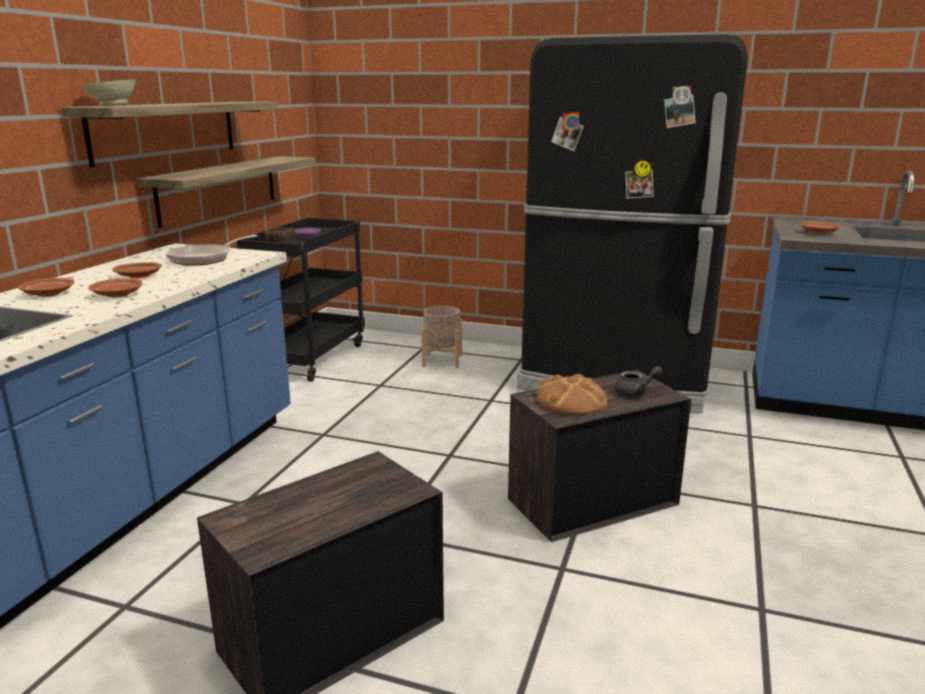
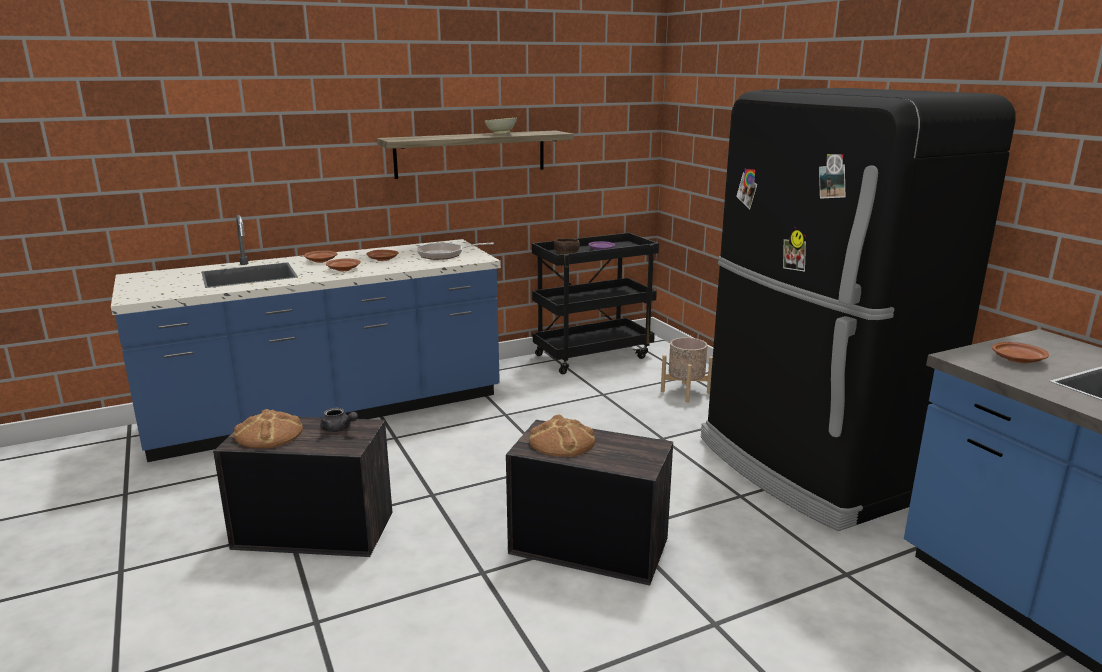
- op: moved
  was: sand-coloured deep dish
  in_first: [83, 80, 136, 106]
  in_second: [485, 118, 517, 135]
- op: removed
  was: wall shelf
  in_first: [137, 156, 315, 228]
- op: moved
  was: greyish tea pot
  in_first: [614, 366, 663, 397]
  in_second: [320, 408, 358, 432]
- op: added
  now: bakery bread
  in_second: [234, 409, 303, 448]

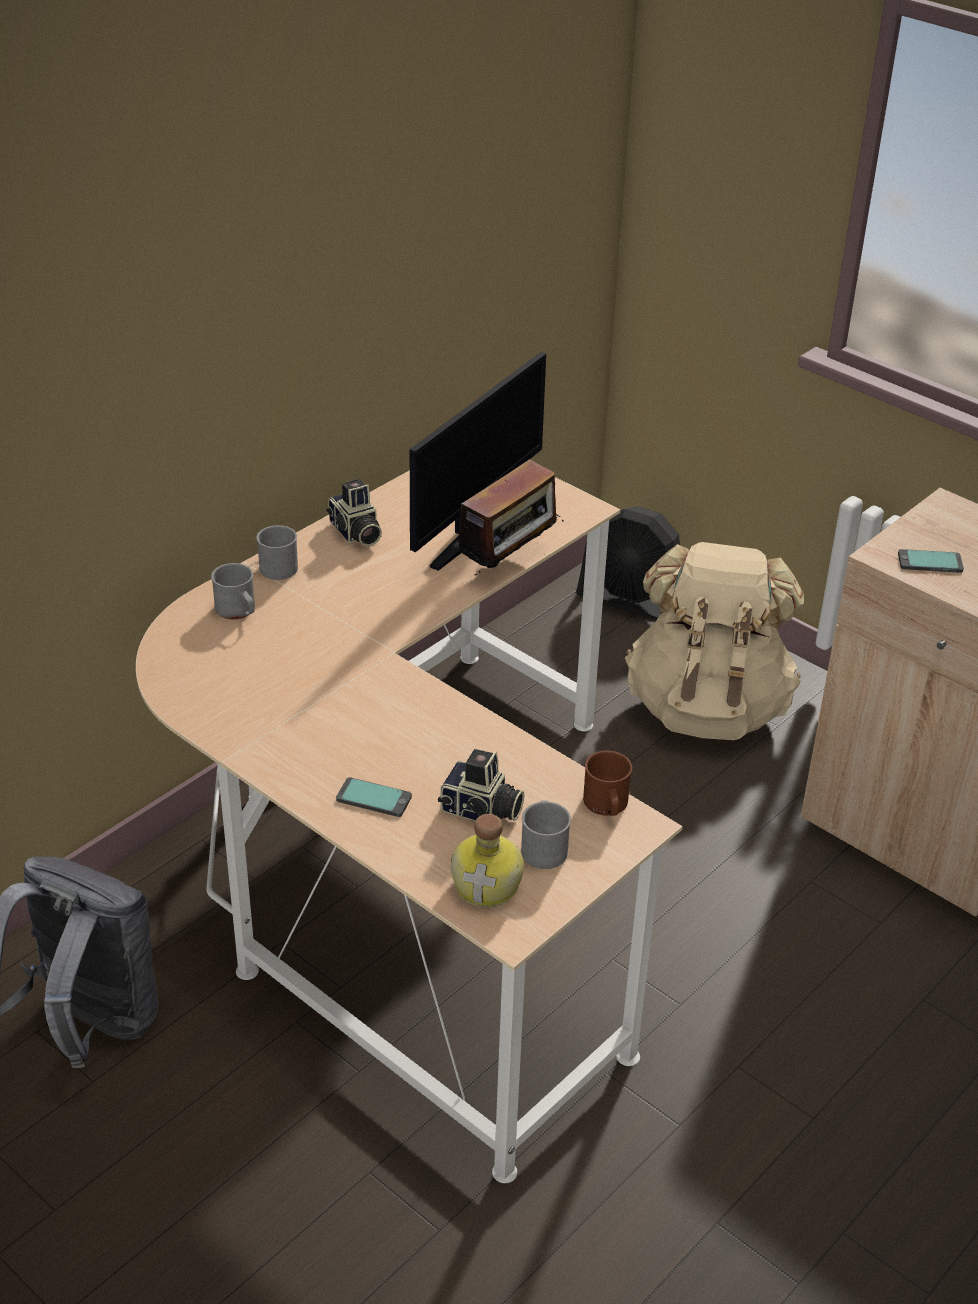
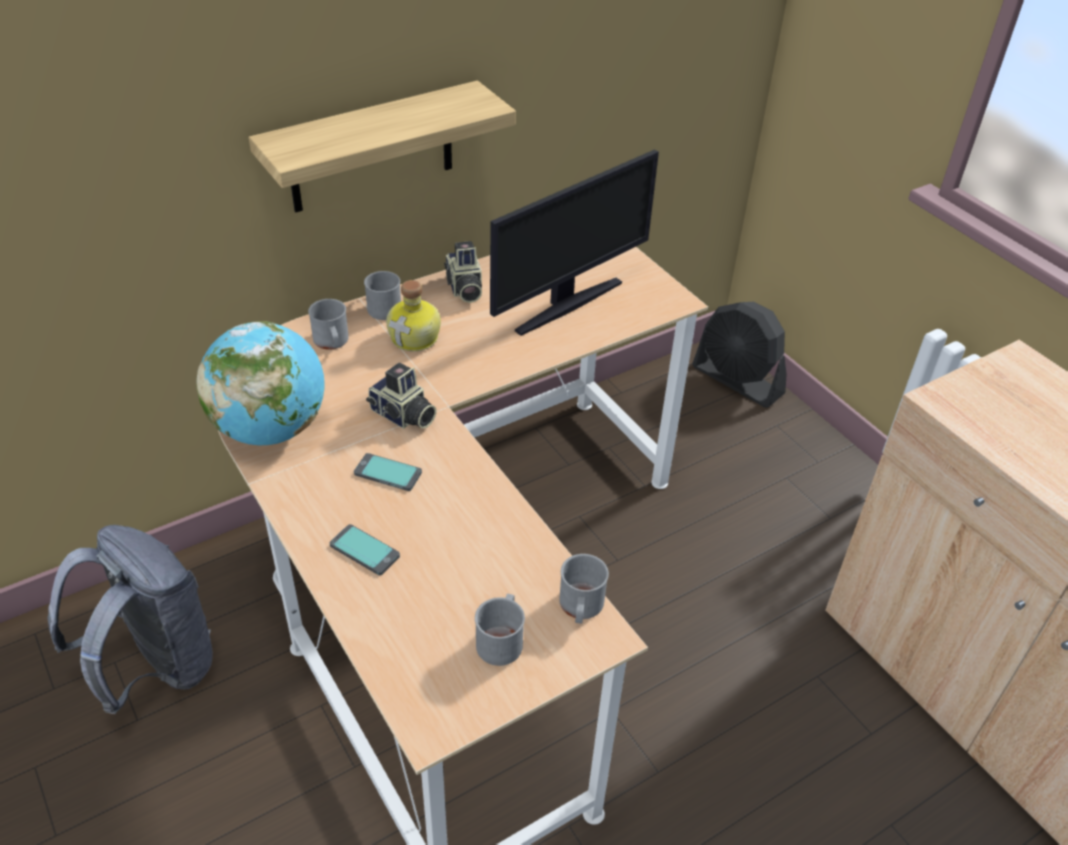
- op: removed
  was: radio
  in_first: [449, 459, 564, 575]
- op: removed
  was: sand-coloured knapsack
  in_first: [625, 542, 804, 740]
- op: moved
  was: handset
  in_first: [898, 549, 964, 573]
  in_second: [354, 453, 422, 491]
- op: moved
  was: still camera
  in_first: [438, 749, 524, 821]
  in_second: [366, 363, 437, 429]
- op: recoloured
  was: brownish tea mug
  now: greyish tea mug
  in_first: [583, 751, 632, 816]
  in_second: [559, 554, 609, 623]
- op: moved
  was: drink bottle
  in_first: [451, 814, 524, 907]
  in_second: [386, 280, 441, 351]
- op: added
  now: wall shelf
  in_second: [249, 81, 516, 212]
- op: added
  now: globe
  in_second: [197, 321, 325, 445]

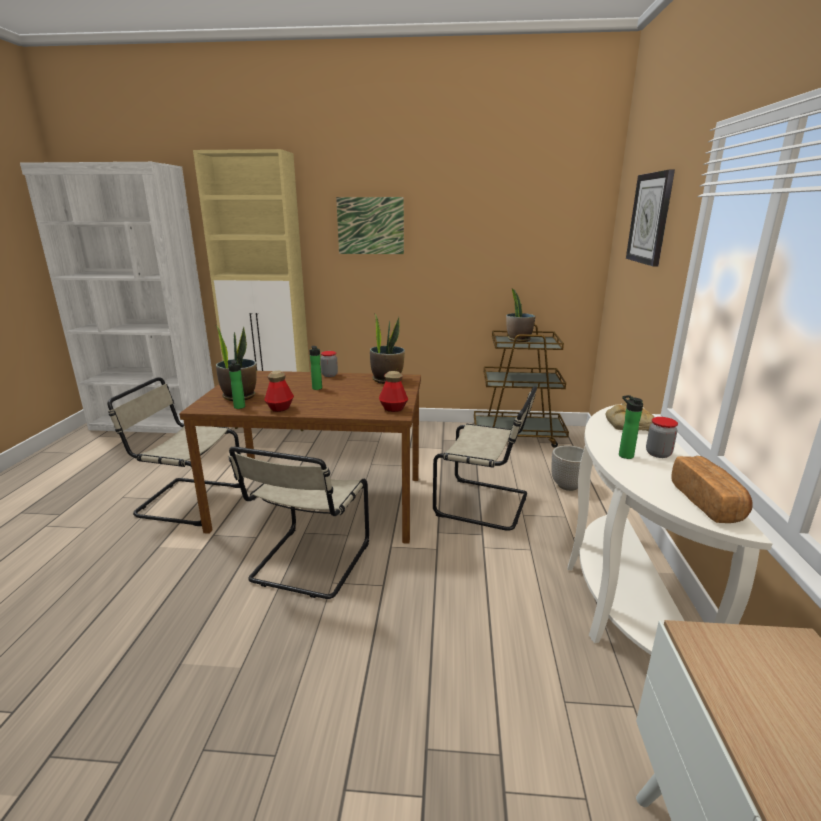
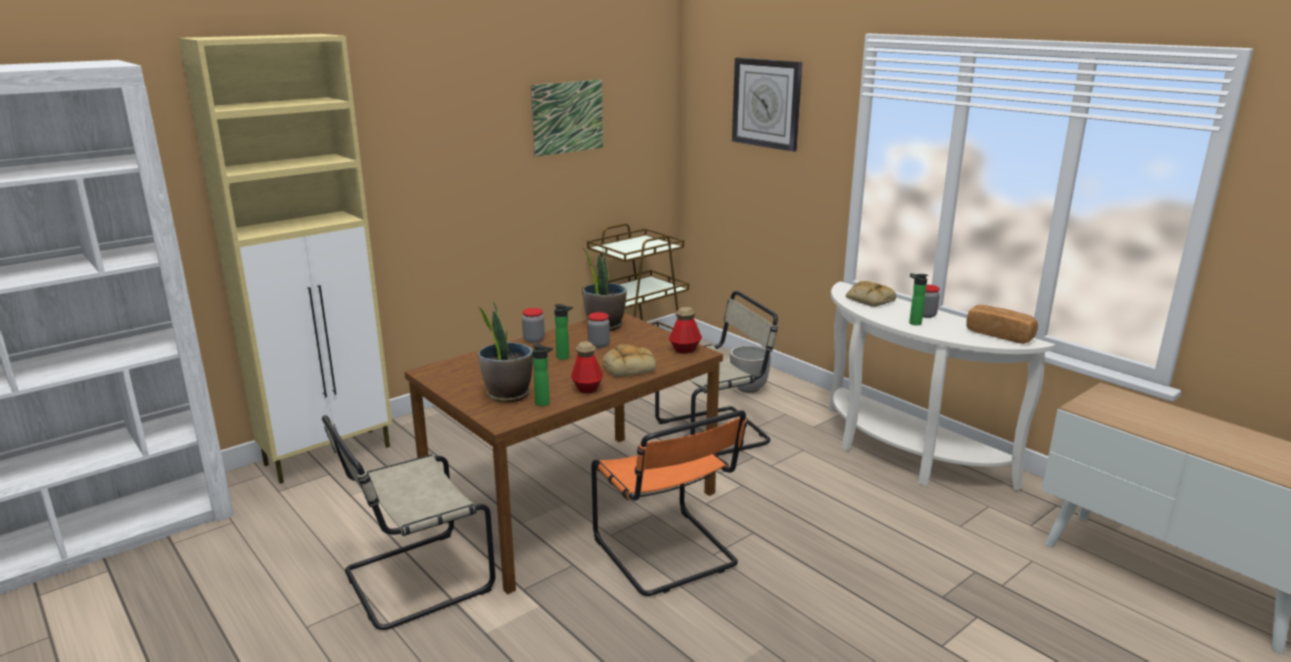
- op: moved
  was: picture
  in_first: [336, 197, 404, 254]
  in_second: [530, 80, 603, 157]
- op: removed
  was: potted plant
  in_first: [506, 288, 535, 342]
- op: recoloured
  was: sand-coloured plain chair
  now: orange plain chair
  in_first: [229, 447, 369, 599]
  in_second: [591, 410, 747, 596]
- op: added
  now: storage jar
  in_second: [587, 312, 610, 348]
- op: added
  now: bakery bread
  in_second: [603, 344, 656, 377]

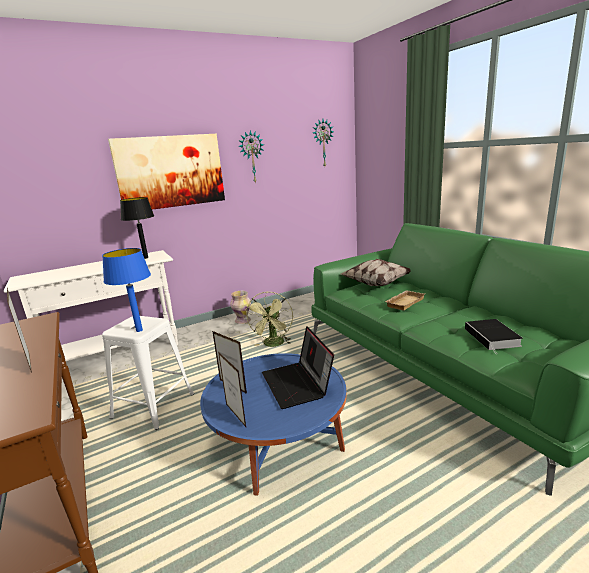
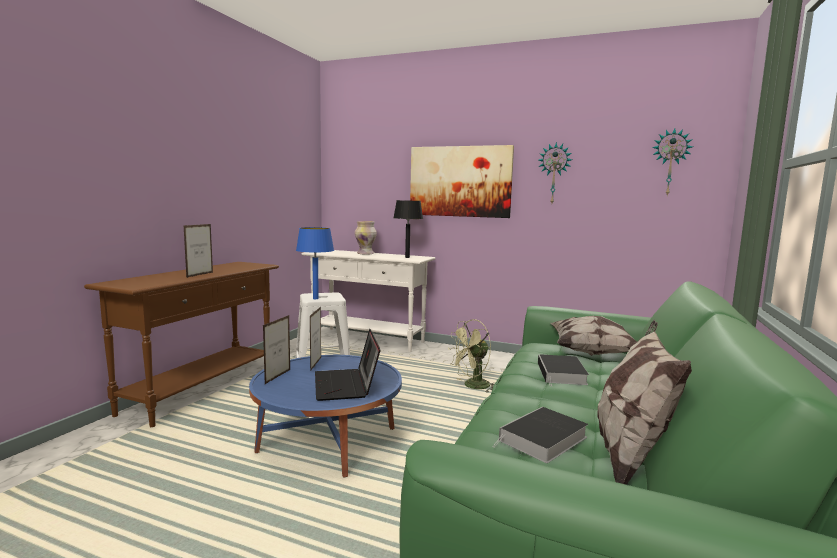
- op: replaced
  was: sand-coloured serving tray
  now: book
  in_first: [384, 290, 425, 310]
  in_second: [538, 354, 589, 387]
- op: moved
  was: vase
  in_first: [230, 291, 251, 324]
  in_second: [355, 221, 377, 255]
- op: turned
  was: notebook computer
  in_first: [262, 326, 334, 409]
  in_second: [315, 329, 380, 401]
  clockwise: -45
- op: added
  now: cushion
  in_second: [597, 320, 692, 485]

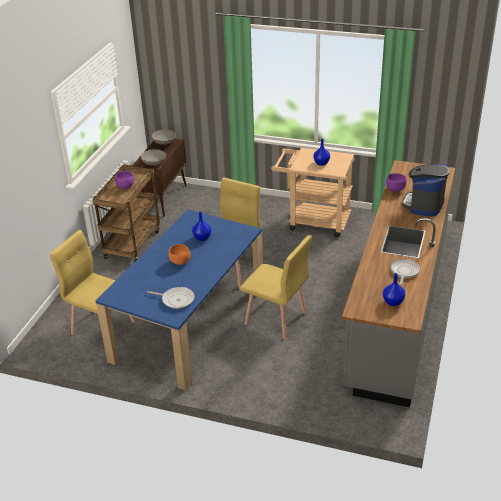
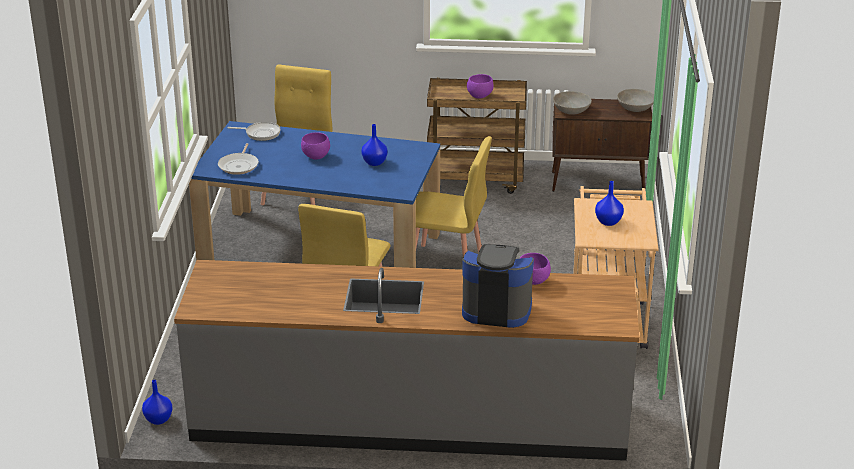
- op: recoloured
  was: orange deep dish
  now: purple deep dish
  in_first: [169, 244, 191, 265]
  in_second: [301, 132, 330, 160]
- op: moved
  was: skillet
  in_first: [391, 259, 420, 285]
  in_second: [228, 122, 281, 141]
- op: moved
  was: bluish vase
  in_first: [383, 273, 405, 306]
  in_second: [142, 380, 172, 425]

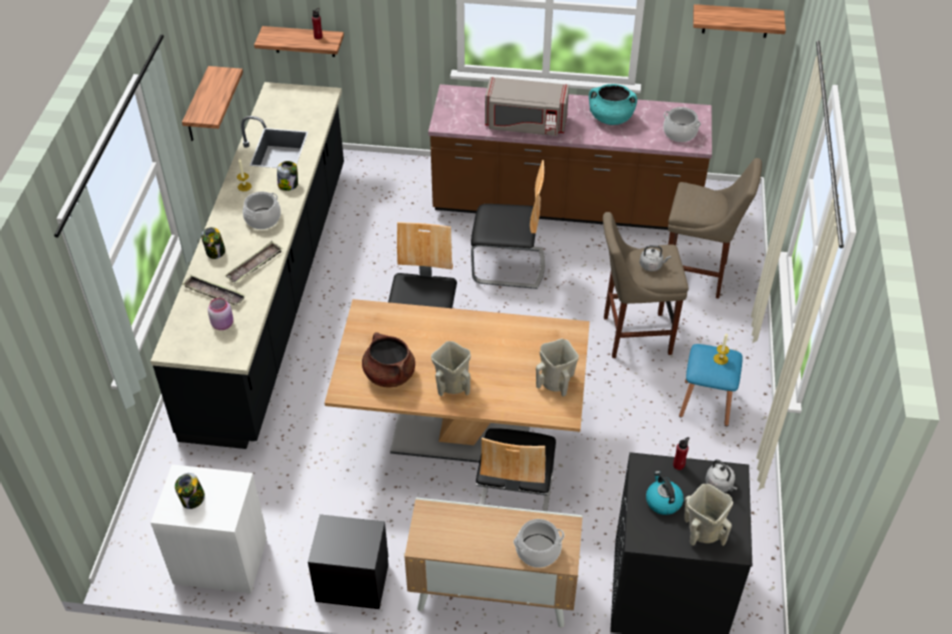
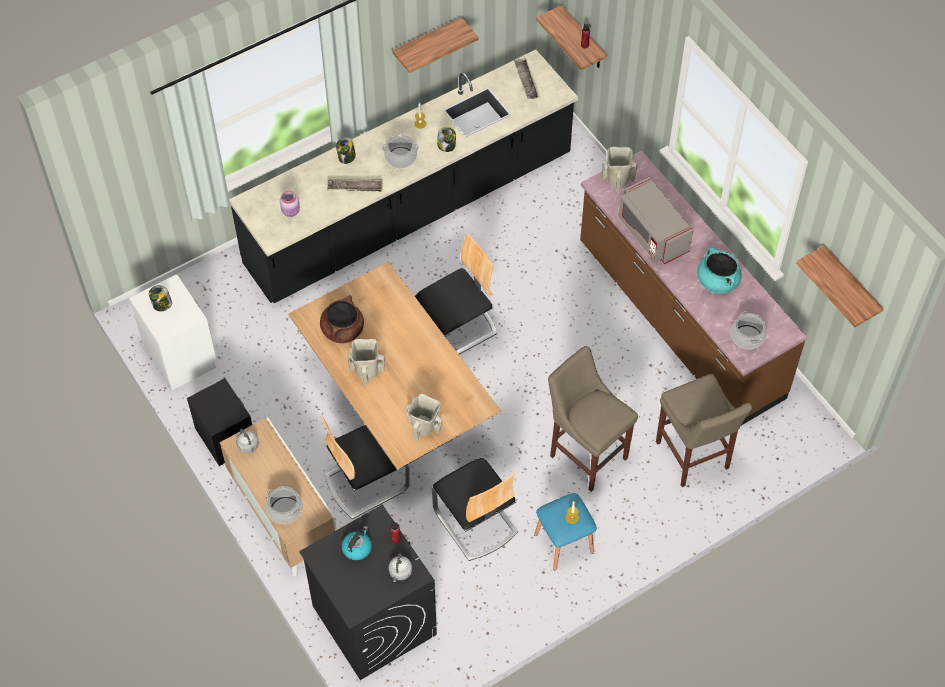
- op: moved
  was: plain chair
  in_first: [471, 160, 545, 289]
  in_second: [432, 458, 518, 561]
- op: moved
  was: greyish water kettle
  in_first: [640, 245, 671, 271]
  in_second: [236, 429, 259, 453]
- op: moved
  was: serving tray
  in_first: [182, 275, 246, 305]
  in_second: [514, 58, 540, 99]
- op: moved
  was: sand-coloured vase
  in_first: [684, 484, 733, 546]
  in_second: [602, 147, 638, 192]

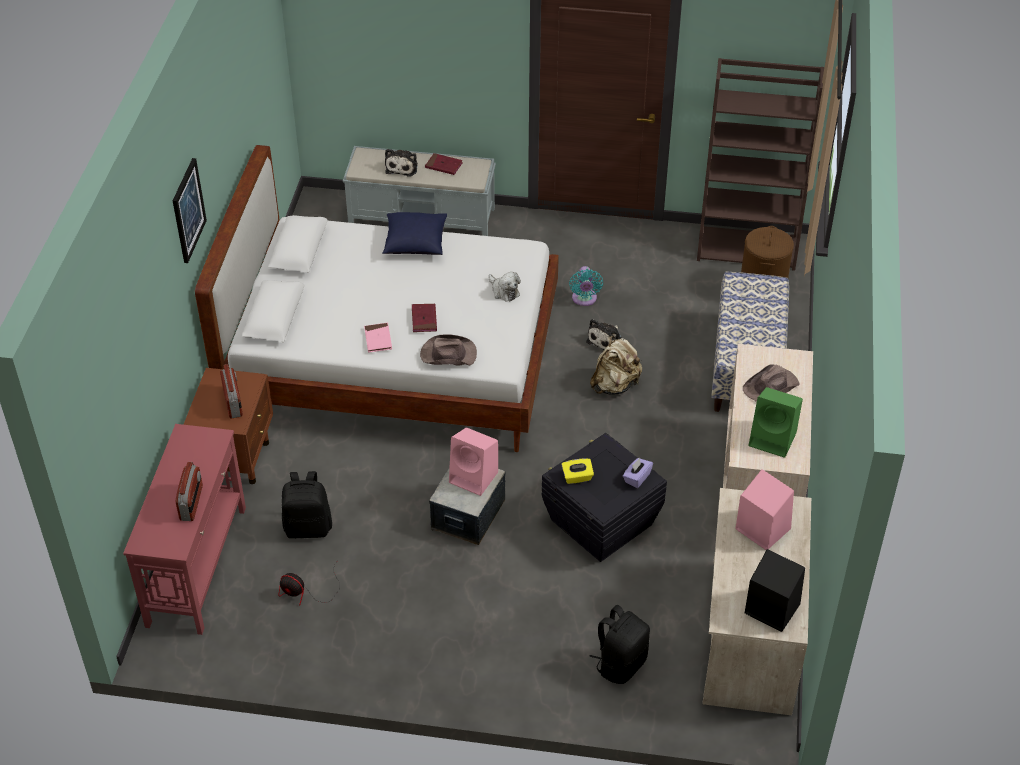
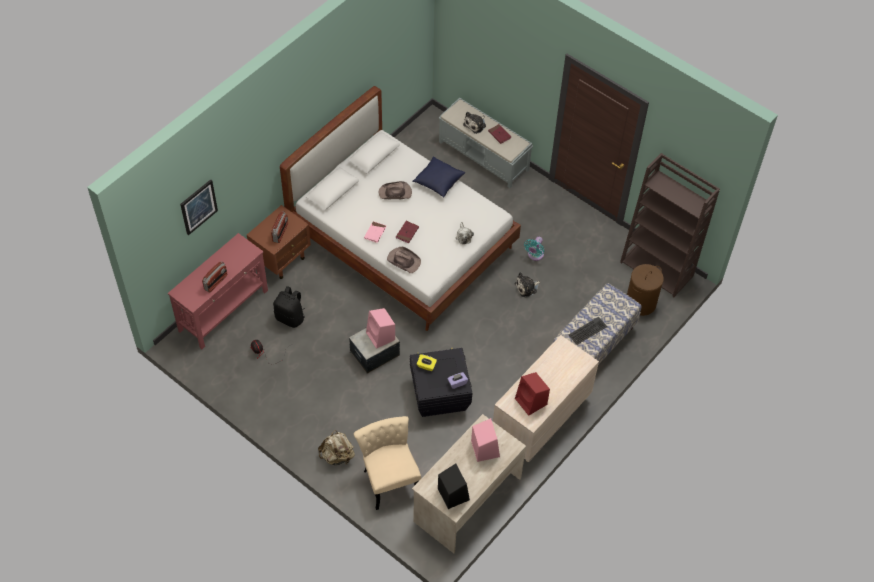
- op: moved
  was: picture
  in_first: [173, 158, 207, 263]
  in_second: [180, 179, 218, 235]
- op: moved
  was: sand-coloured knapsack
  in_first: [590, 336, 642, 395]
  in_second: [318, 430, 355, 465]
- op: moved
  was: brownish clothing hat
  in_first: [743, 364, 800, 402]
  in_second: [379, 181, 412, 199]
- op: recoloured
  was: greenish loudspeaker
  now: reddish loudspeaker
  in_first: [749, 387, 803, 458]
  in_second: [515, 372, 550, 416]
- op: replaced
  was: black-coloured knapsack
  now: sand-coloured plain chair
  in_first: [589, 605, 650, 684]
  in_second: [354, 416, 421, 510]
- op: added
  now: keyboard
  in_second: [569, 316, 607, 345]

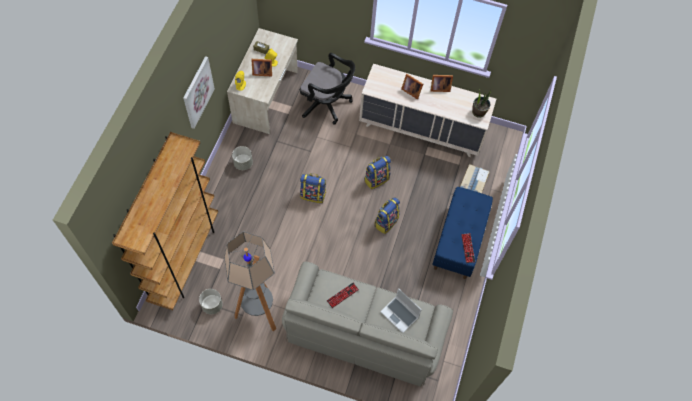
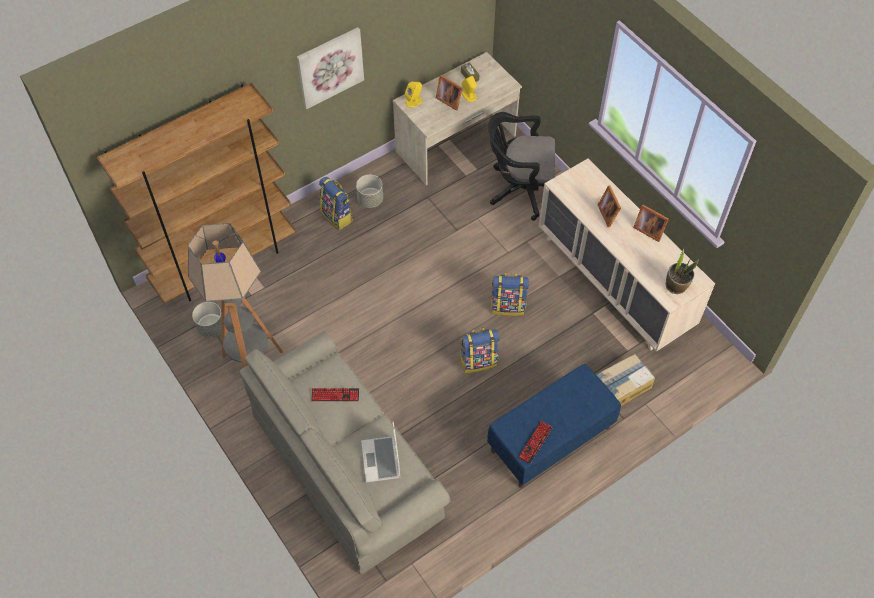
- op: turned
  was: black-coloured office chair
  in_first: [299, 53, 355, 125]
  in_second: [488, 112, 555, 221]
  clockwise: 120
- op: moved
  was: knapsack
  in_first: [300, 173, 326, 203]
  in_second: [319, 177, 353, 230]

